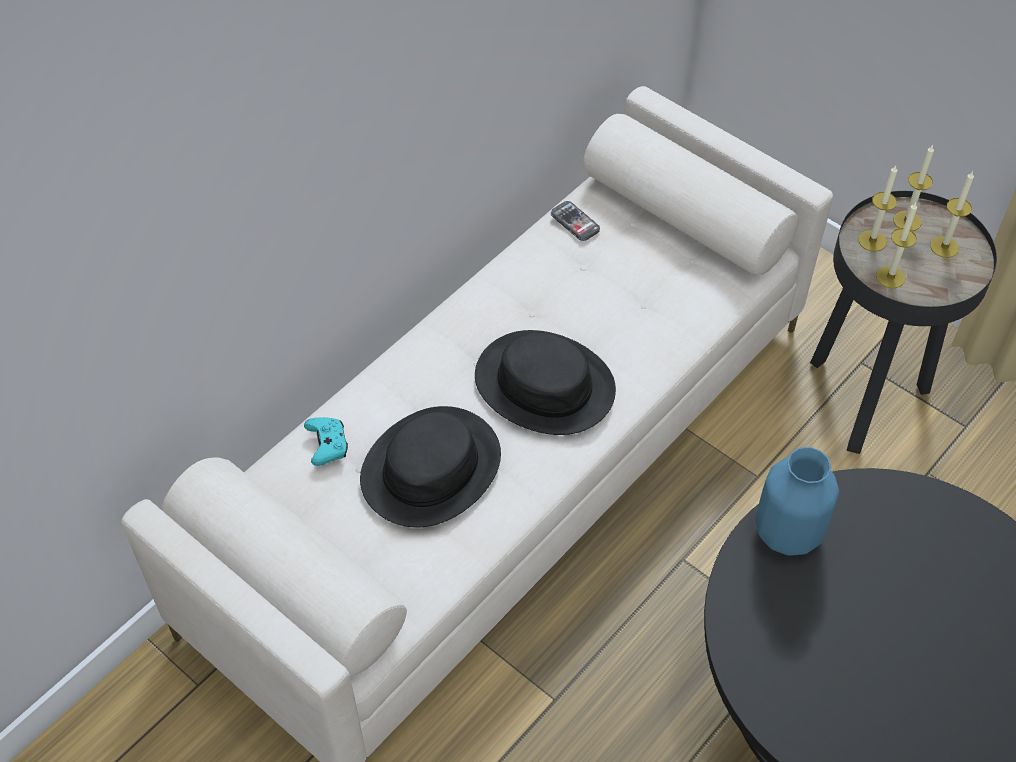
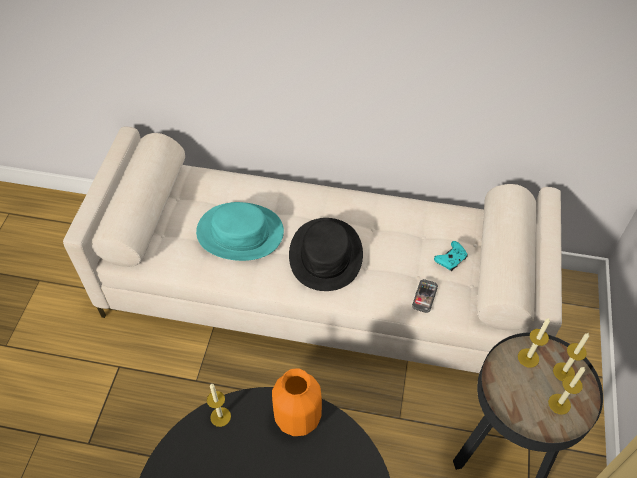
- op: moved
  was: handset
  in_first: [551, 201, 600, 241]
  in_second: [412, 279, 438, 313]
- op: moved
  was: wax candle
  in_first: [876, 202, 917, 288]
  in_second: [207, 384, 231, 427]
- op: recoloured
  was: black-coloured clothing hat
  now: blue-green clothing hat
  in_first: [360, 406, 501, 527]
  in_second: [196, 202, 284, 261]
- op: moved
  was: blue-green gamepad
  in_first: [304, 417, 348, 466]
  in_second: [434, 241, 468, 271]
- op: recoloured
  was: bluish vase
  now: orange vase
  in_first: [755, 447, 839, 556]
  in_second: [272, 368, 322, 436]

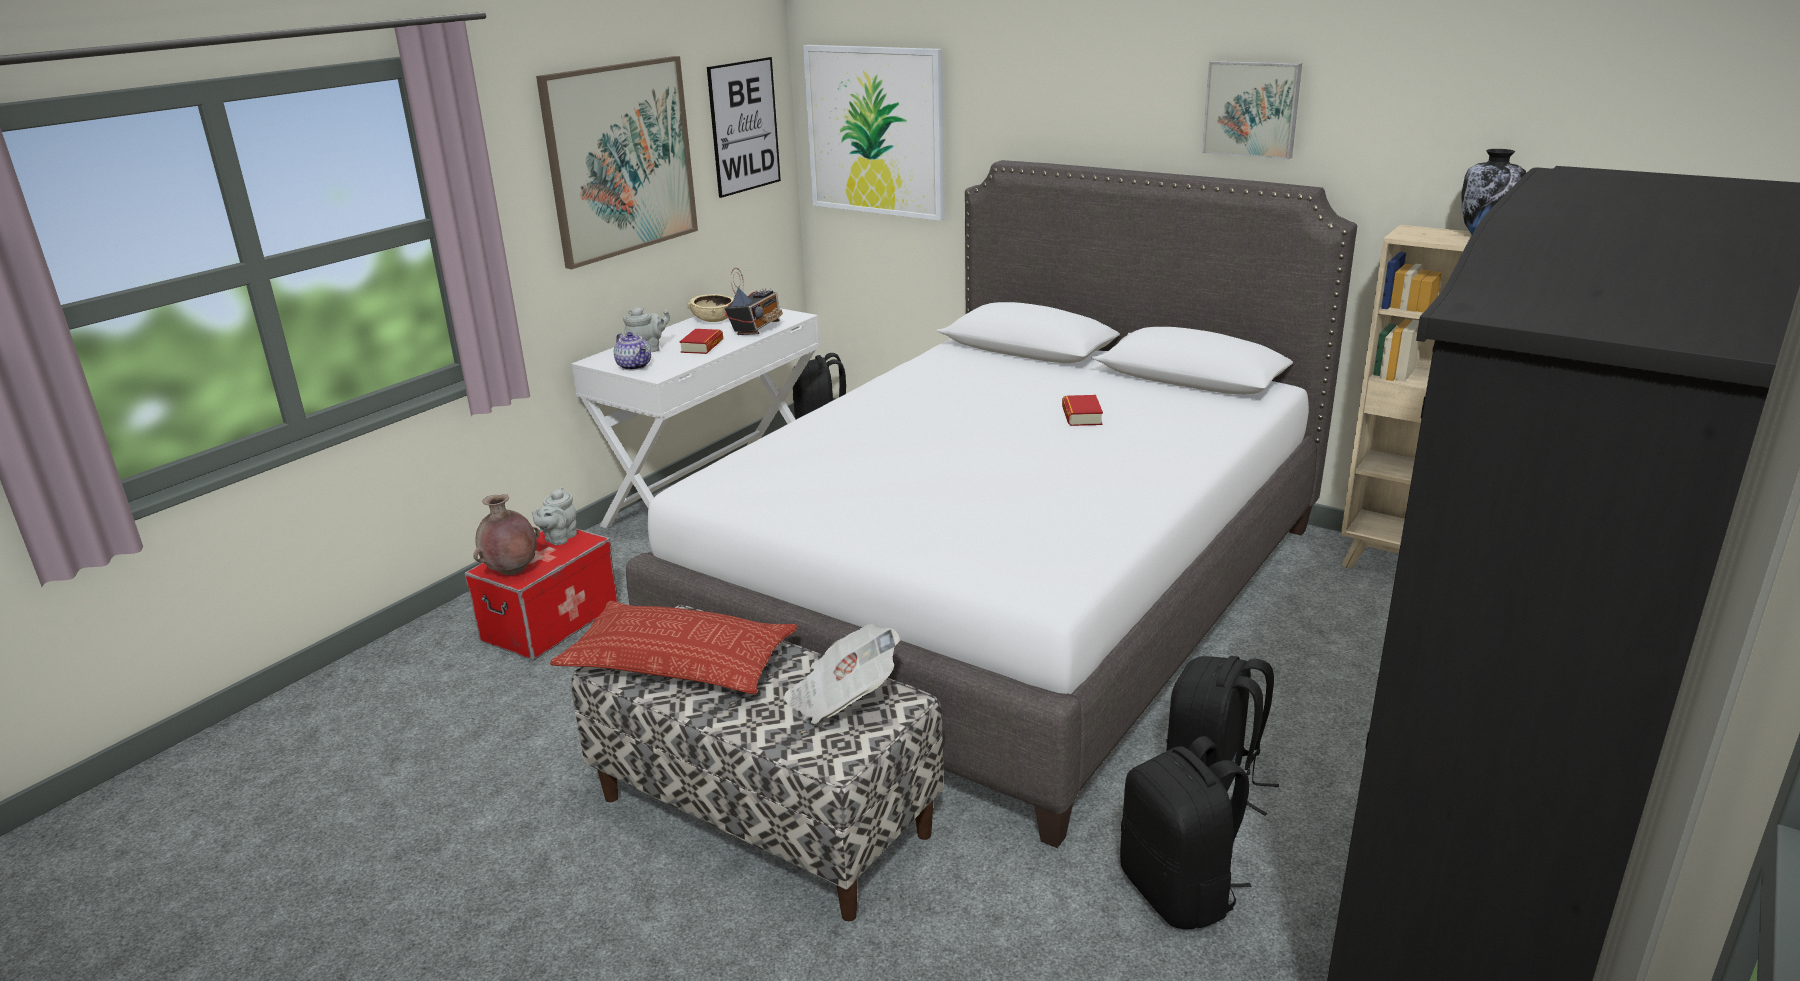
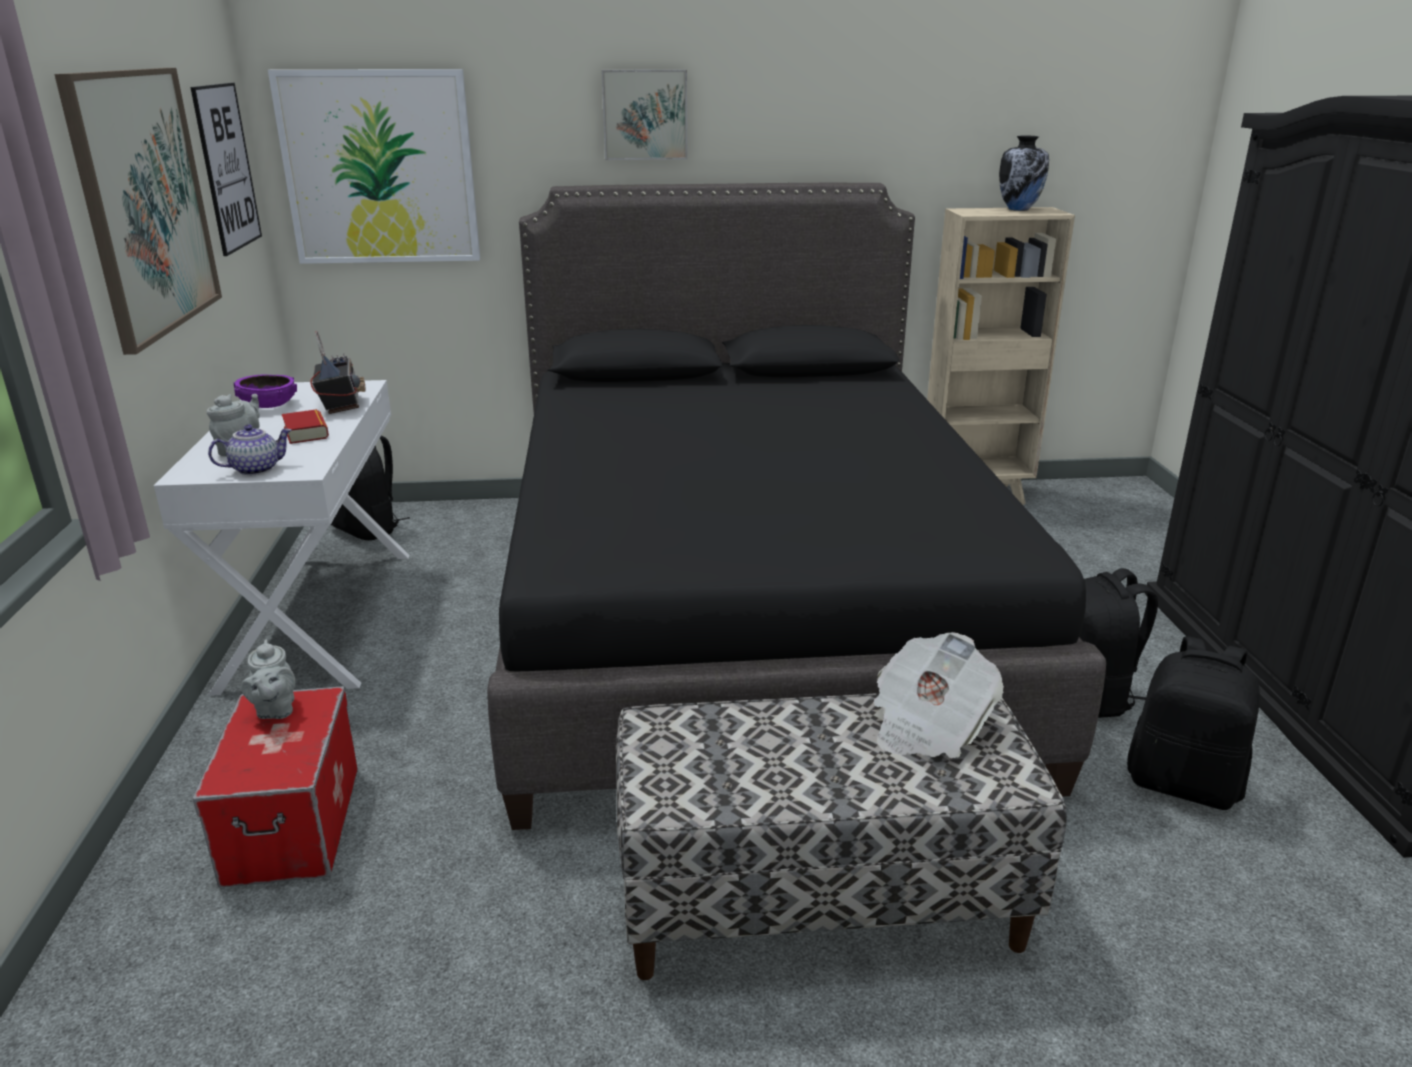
- op: moved
  was: picture
  in_first: [1202, 61, 1302, 160]
  in_second: [601, 70, 688, 160]
- op: recoloured
  was: white-coloured bed
  now: black-coloured bed
  in_first: [626, 160, 1357, 848]
  in_second: [487, 183, 1106, 830]
- op: recoloured
  was: sand-coloured deep dish
  now: purple deep dish
  in_first: [688, 294, 734, 322]
  in_second: [234, 375, 297, 408]
- op: turned
  was: tea pot
  in_first: [614, 332, 651, 371]
  in_second: [208, 424, 291, 475]
  clockwise: -45
- op: removed
  was: book
  in_first: [1062, 395, 1103, 426]
- op: removed
  was: brownish vase
  in_first: [473, 494, 540, 575]
- op: removed
  was: cushion
  in_first: [550, 601, 797, 694]

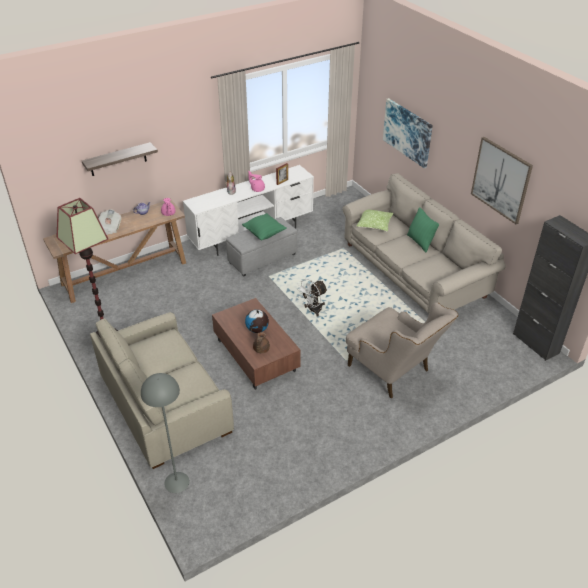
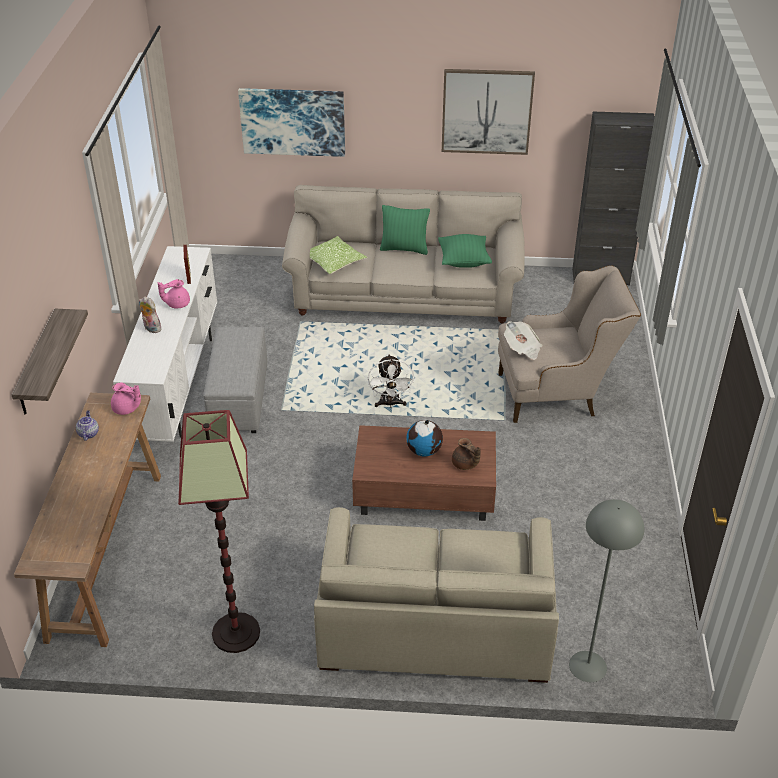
- op: moved
  was: printed paper
  in_first: [99, 209, 122, 235]
  in_second: [504, 321, 542, 360]
- op: moved
  was: greenish cushion
  in_first: [242, 213, 287, 240]
  in_second: [438, 234, 492, 268]

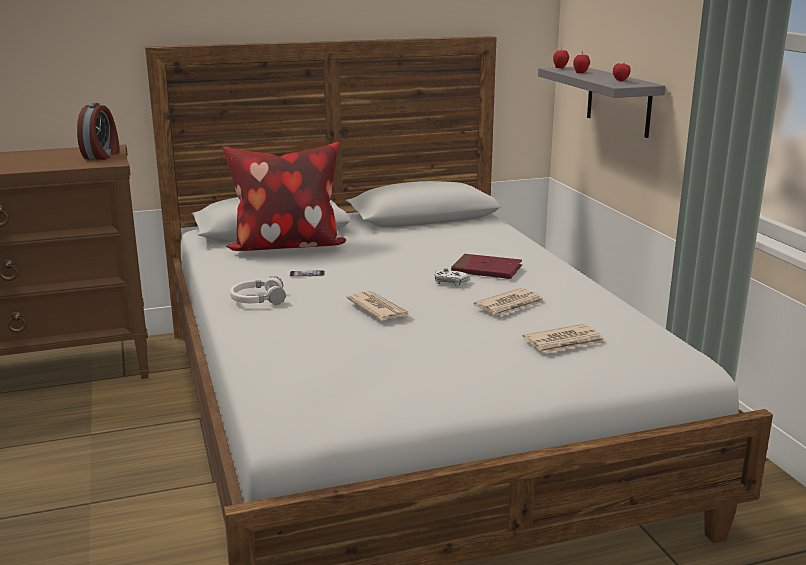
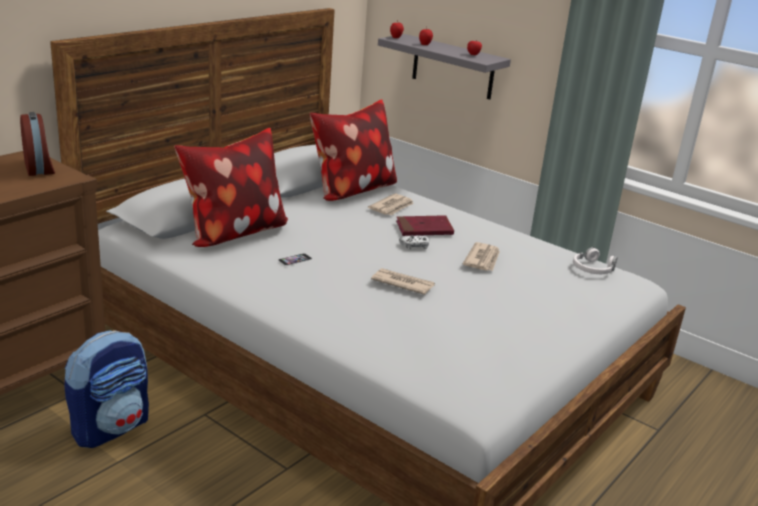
- op: moved
  was: white-coloured headset
  in_first: [230, 276, 286, 305]
  in_second: [573, 247, 617, 274]
- op: moved
  was: printed paper
  in_first: [522, 324, 606, 354]
  in_second: [368, 194, 414, 215]
- op: added
  now: cushion
  in_second: [310, 99, 397, 201]
- op: added
  now: knapsack
  in_second: [64, 330, 149, 448]

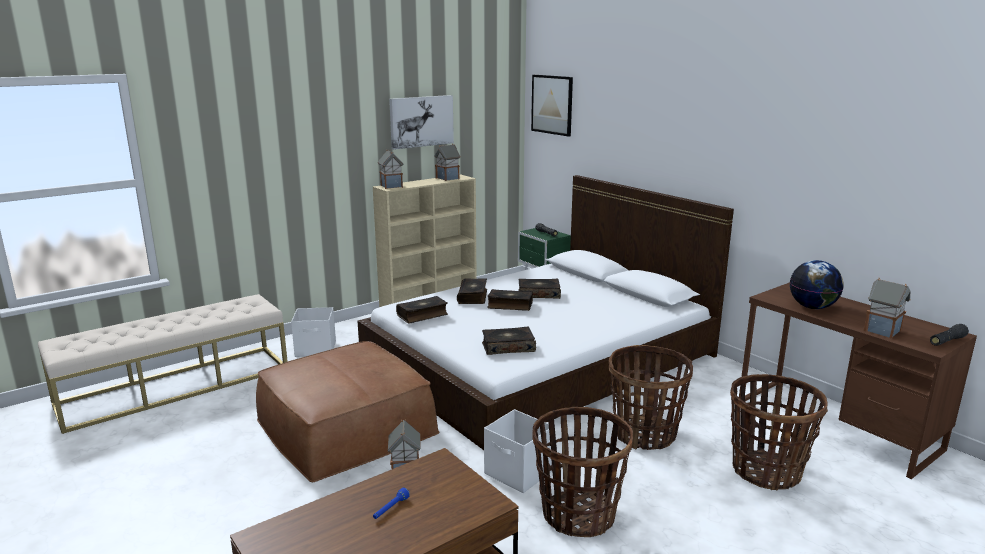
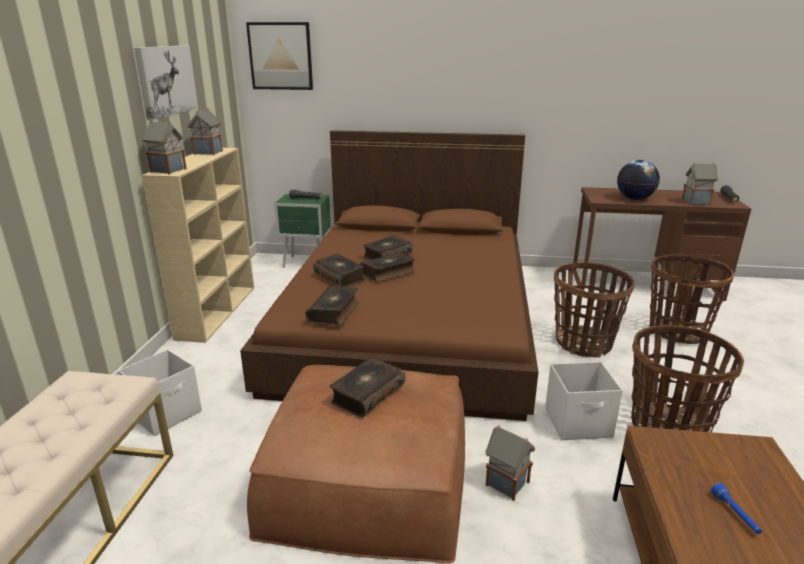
- op: recoloured
  was: white-coloured bed
  now: brownish bed
  in_first: [358, 175, 734, 450]
  in_second: [240, 130, 538, 421]
- op: moved
  was: book
  in_first: [482, 327, 536, 355]
  in_second: [329, 357, 406, 418]

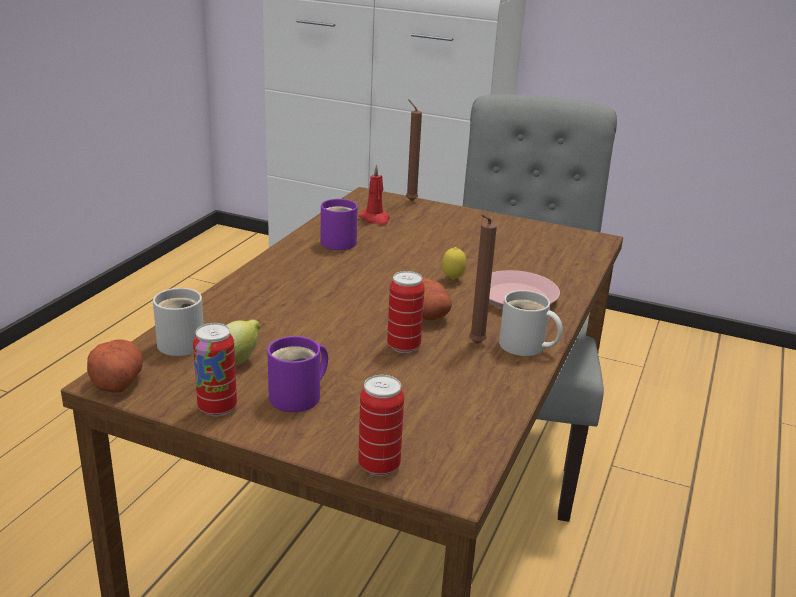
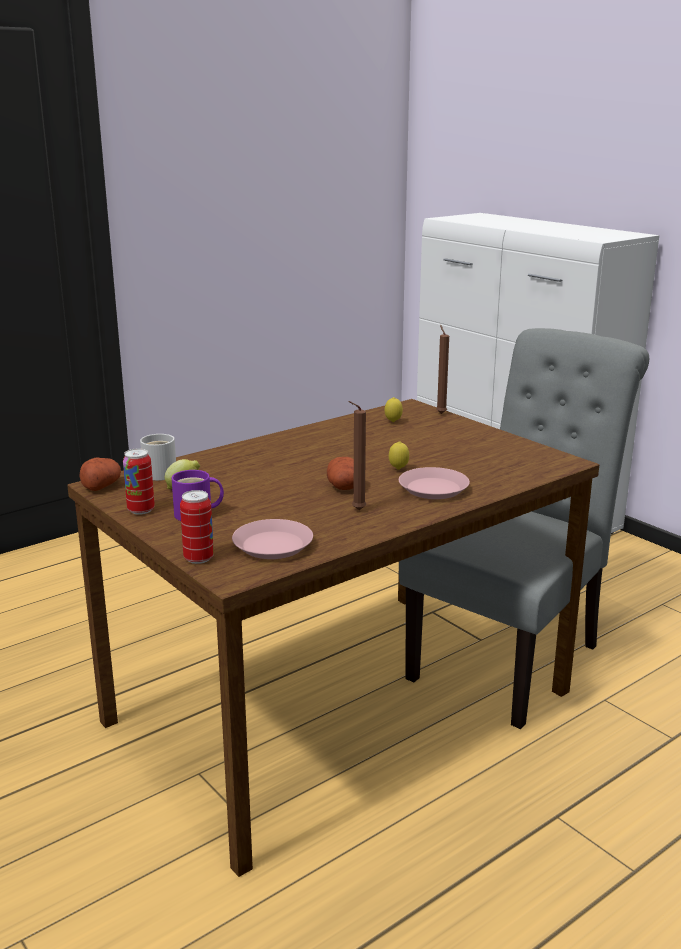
- op: replaced
  was: reddish wax candle
  now: whole lemon
  in_first: [359, 164, 390, 225]
  in_second: [385, 397, 403, 422]
- op: removed
  was: purple tea mug
  in_first: [321, 199, 358, 250]
- op: removed
  was: metal can
  in_first: [387, 271, 425, 353]
- op: removed
  was: white-coloured tea mug
  in_first: [499, 290, 563, 356]
- op: added
  now: pink flat dish
  in_second: [232, 519, 313, 559]

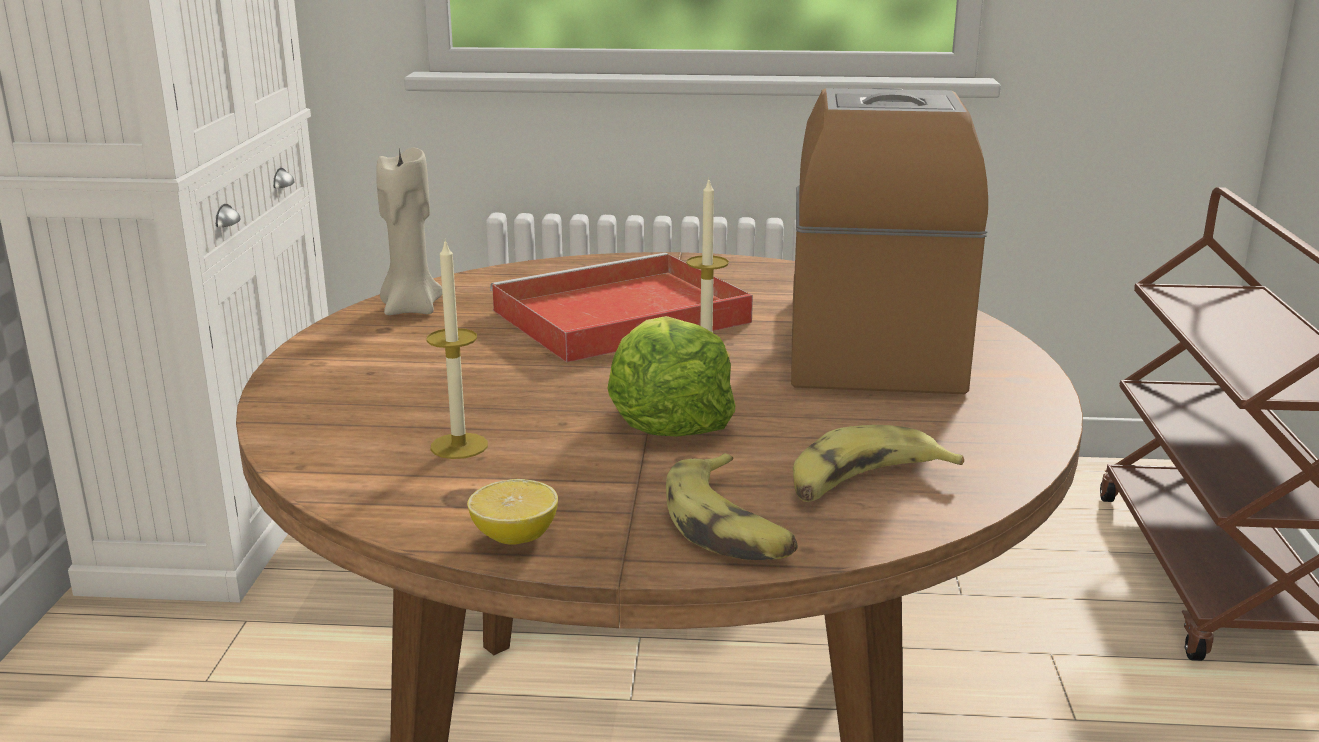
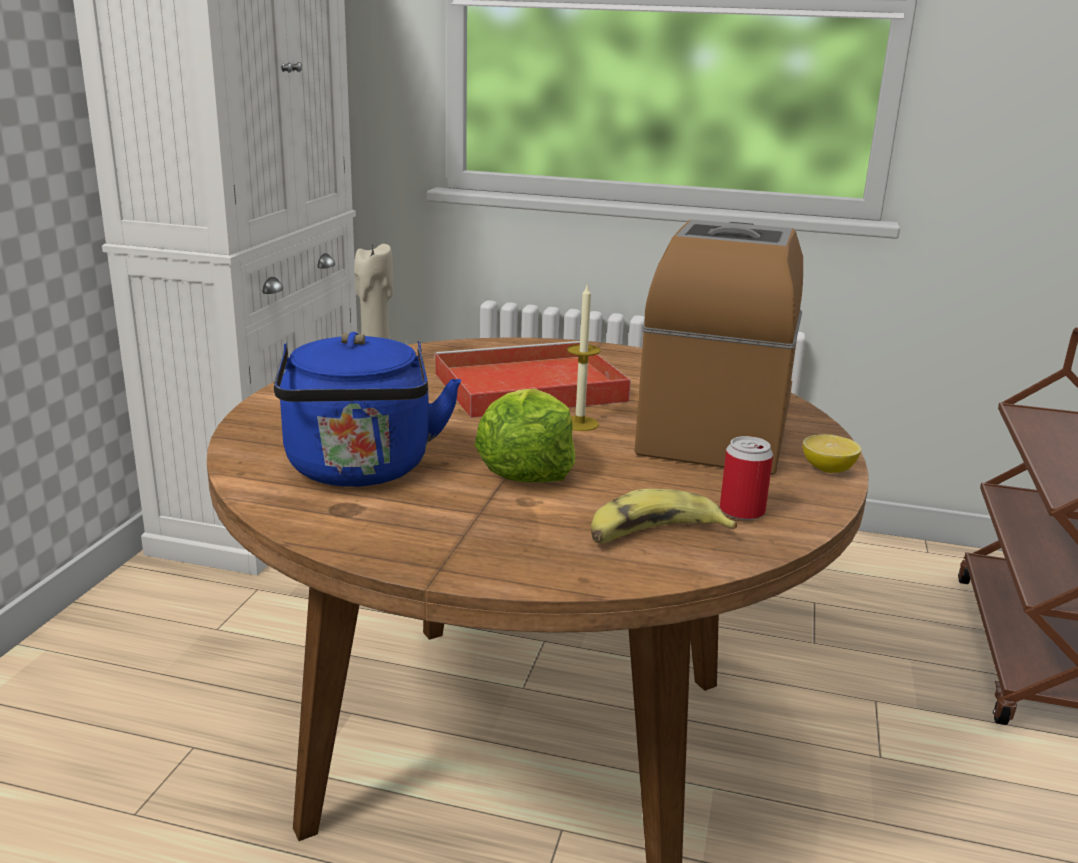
- op: replaced
  was: wax candle
  now: bluish water kettle
  in_first: [427, 239, 488, 459]
  in_second: [274, 332, 461, 487]
- op: removed
  was: banana fruit
  in_first: [666, 453, 798, 560]
- op: moved
  was: whole lemon
  in_first: [467, 479, 558, 545]
  in_second: [803, 434, 861, 473]
- op: added
  now: metal can
  in_second: [720, 436, 773, 520]

